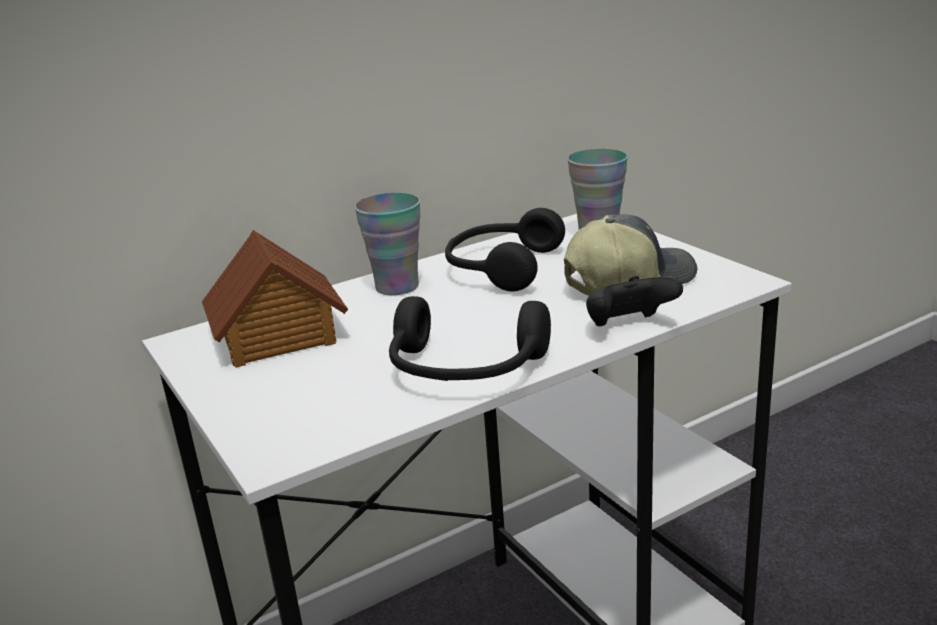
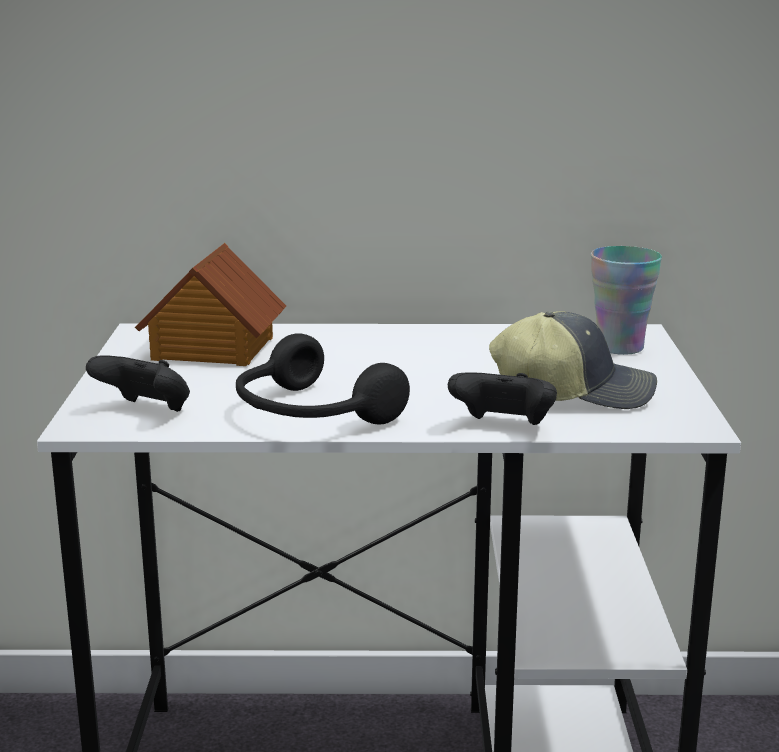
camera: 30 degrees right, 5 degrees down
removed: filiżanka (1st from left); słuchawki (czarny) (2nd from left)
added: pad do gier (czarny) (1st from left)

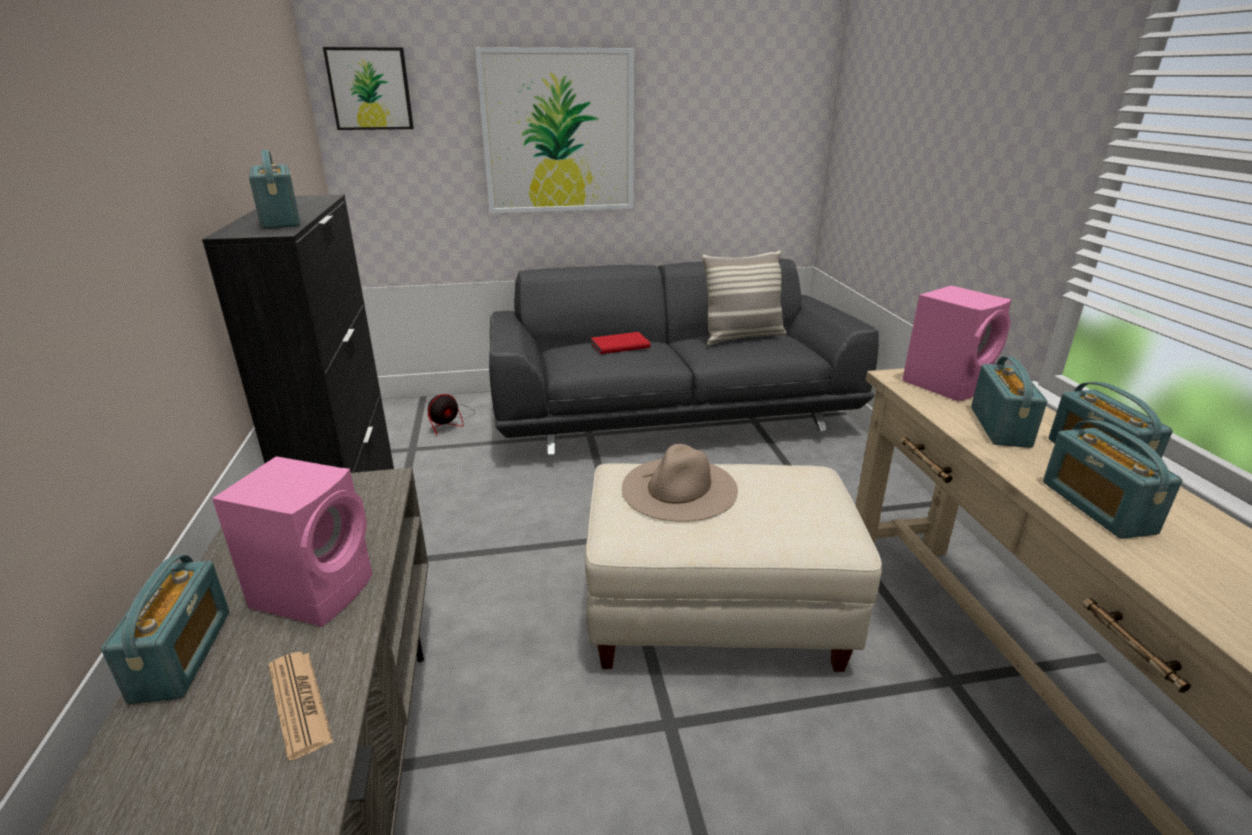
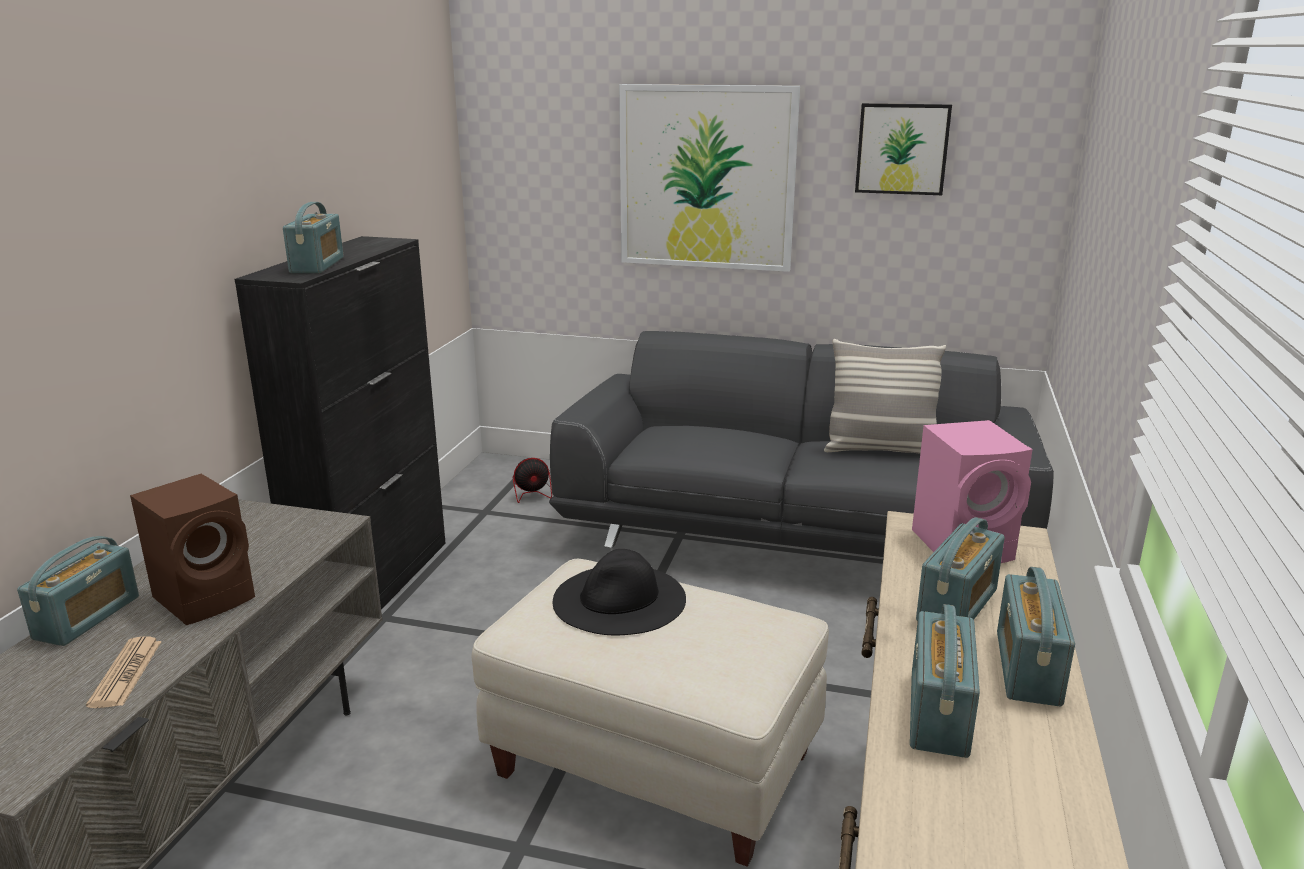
camera: 25 degrees right, 5 degrees down
removed: książka (czerwony)
moved: obraz (1st from left in the first image) to obraz (2nd from left)
recoloured: głośnik (różowy) (1st from left) to głośnik (brązowy); kapelusz (beżowy) to kapelusz (czarny)

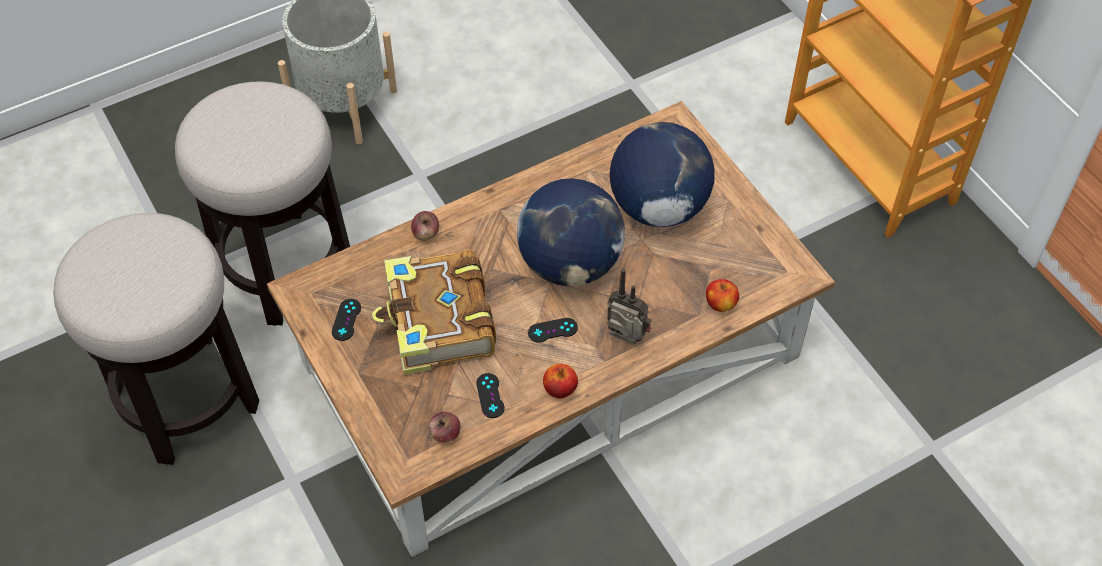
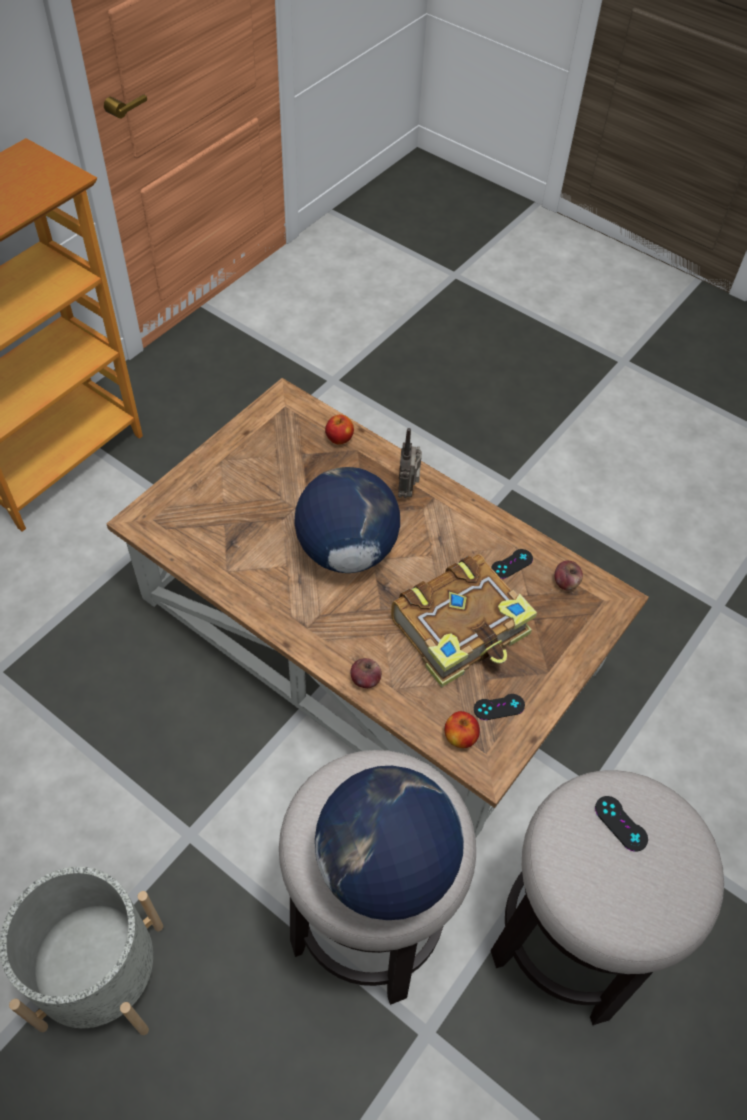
camera: 115 degrees left, 0 degrees up
moved: globus (2nd from left); jabłko (3rd from left); pad do gier (czarny) (3rd from left)

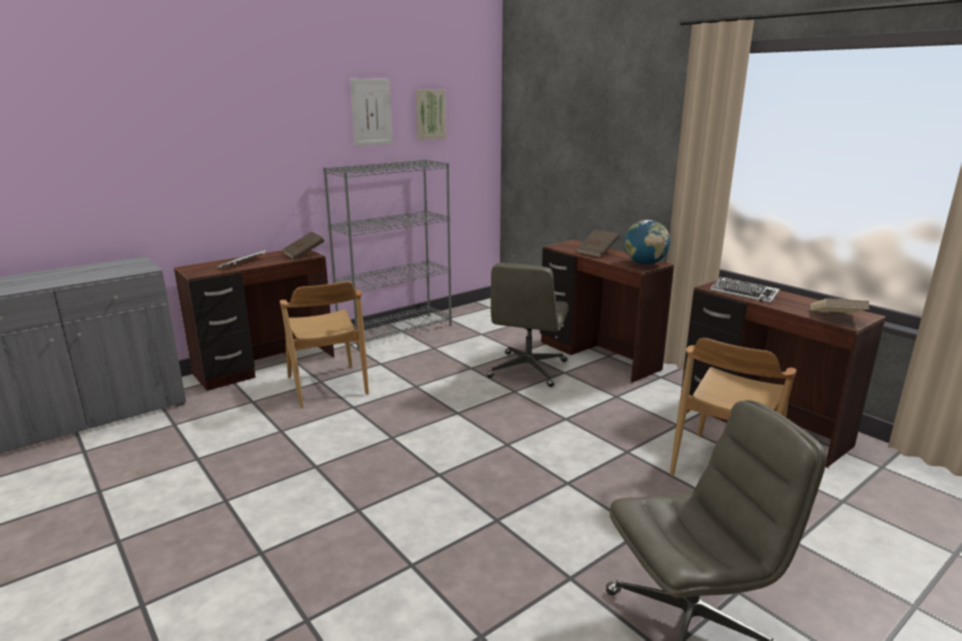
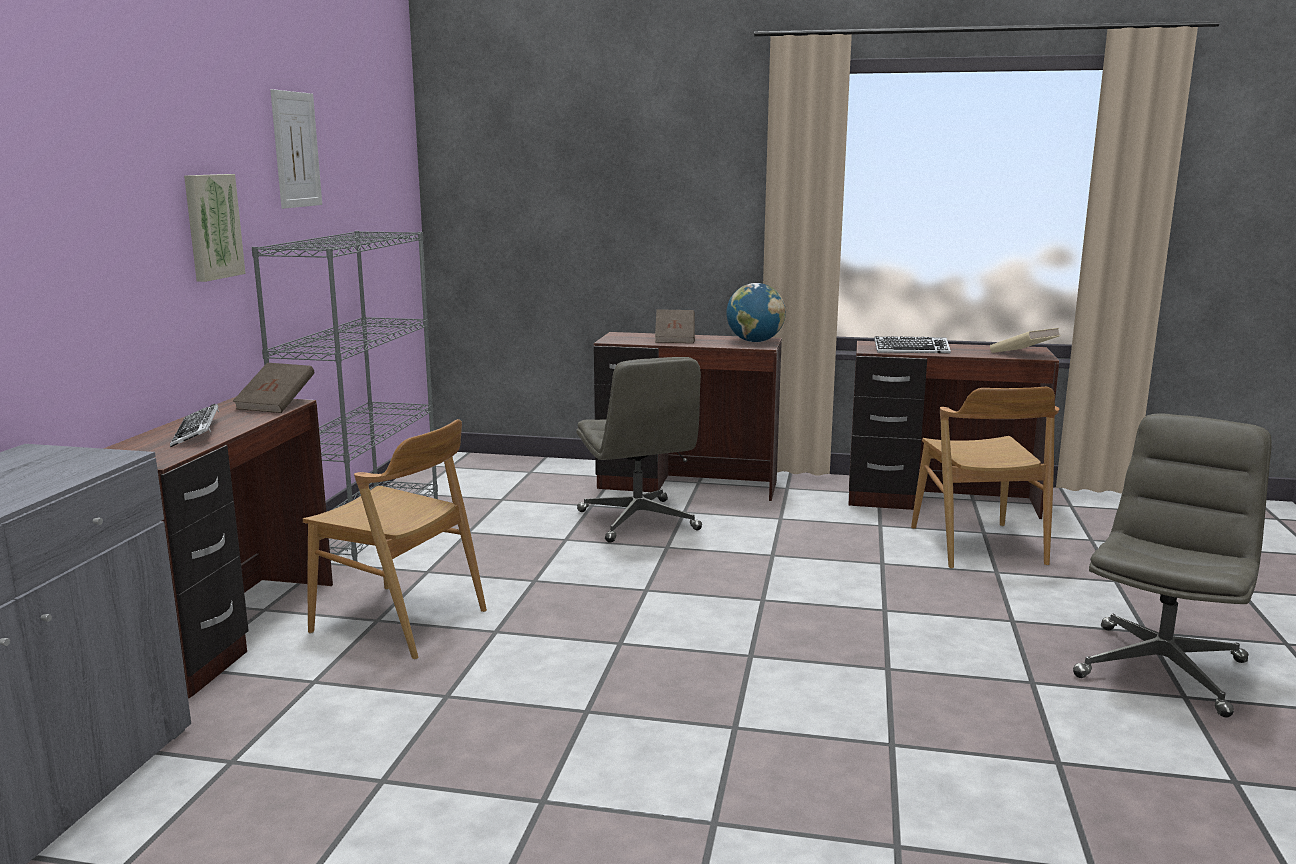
camera: 40 degrees left, 5 degrees down
moved: obraz (2nd from left in the first image) to obraz (1st from left)

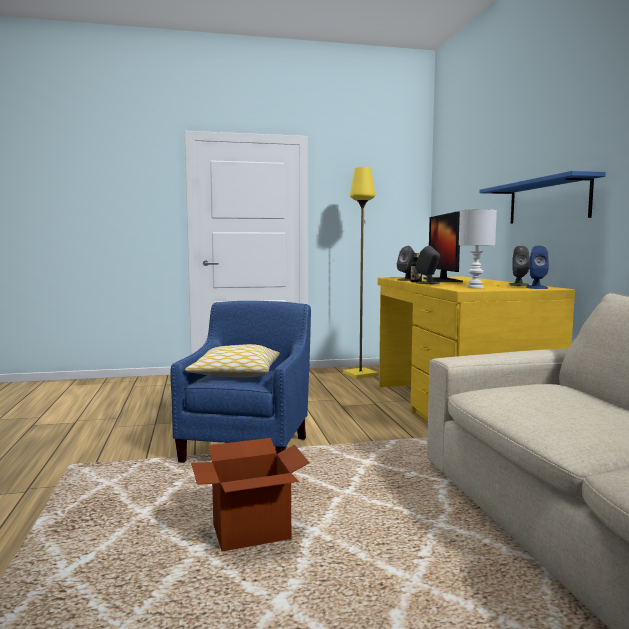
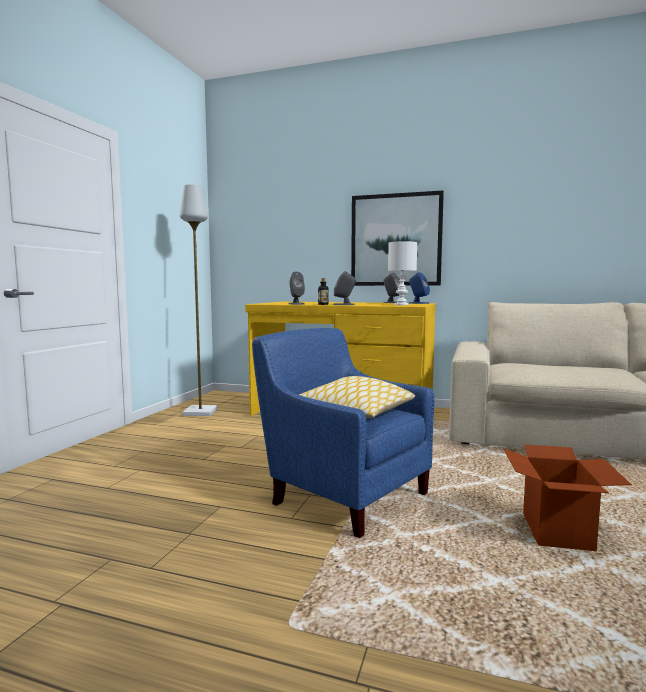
camera: 60 degrees left, 0 degrees up
removed: monitor
replaced: półka (niebieski) to obraz
recoloured: lampa stojąca (żółty) to lampa stojąca (szary)

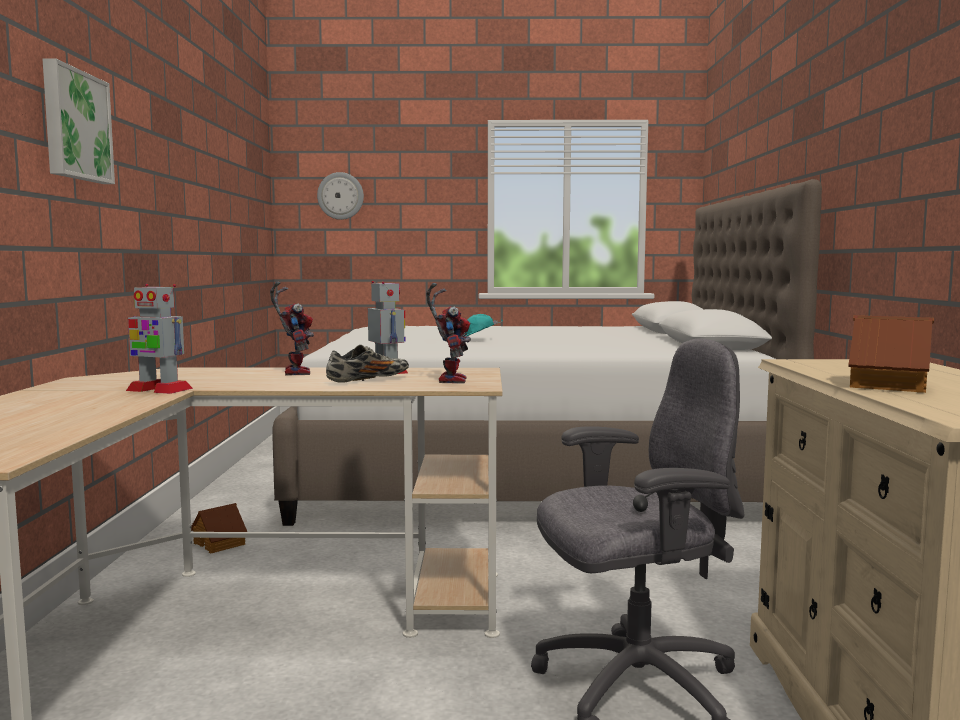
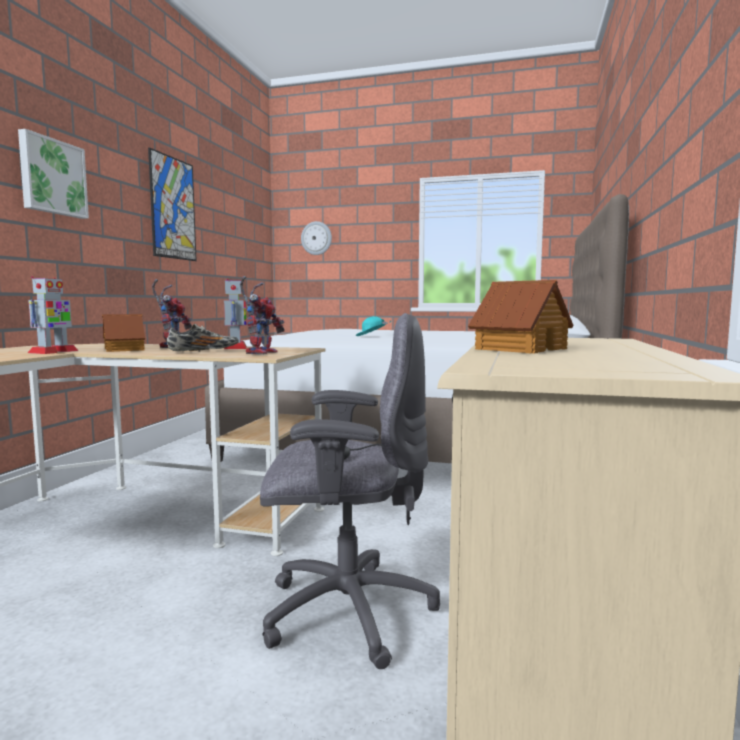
camera: 15 degrees right, 0 degrees up
added: obraz (2nd from left)
moved: domek (1st from left)
turned: robot zabawkowy (1st from left) 105 degrees counterclockwise

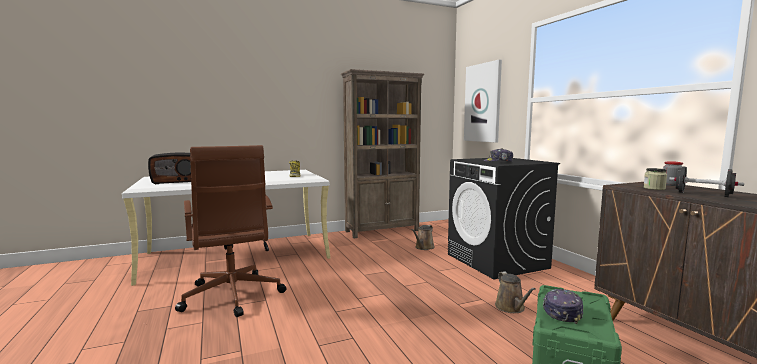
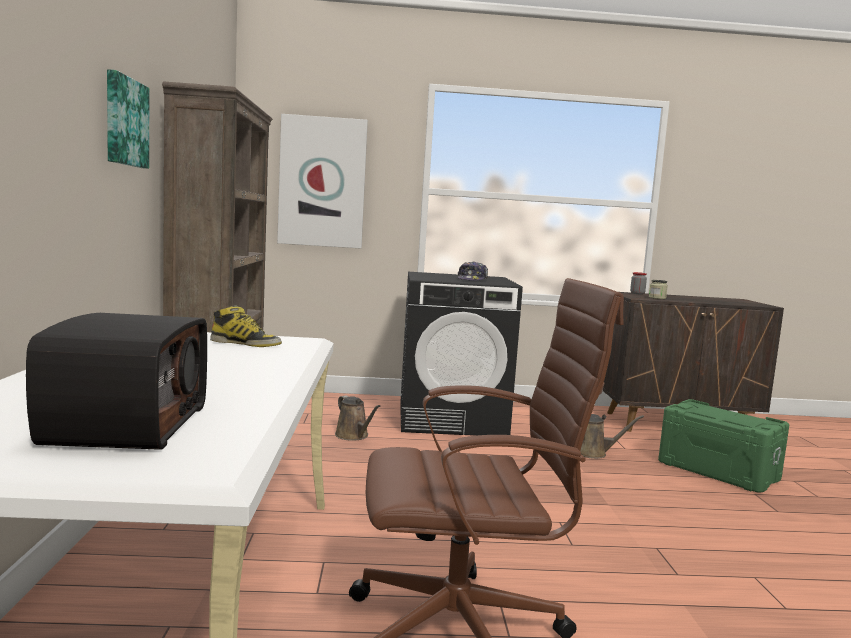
camera: 70 degrees left, 0 degrees up
removed: czapka z daszkiem (2nd from left); hantel (czarny)
added: obraz (1st from left)

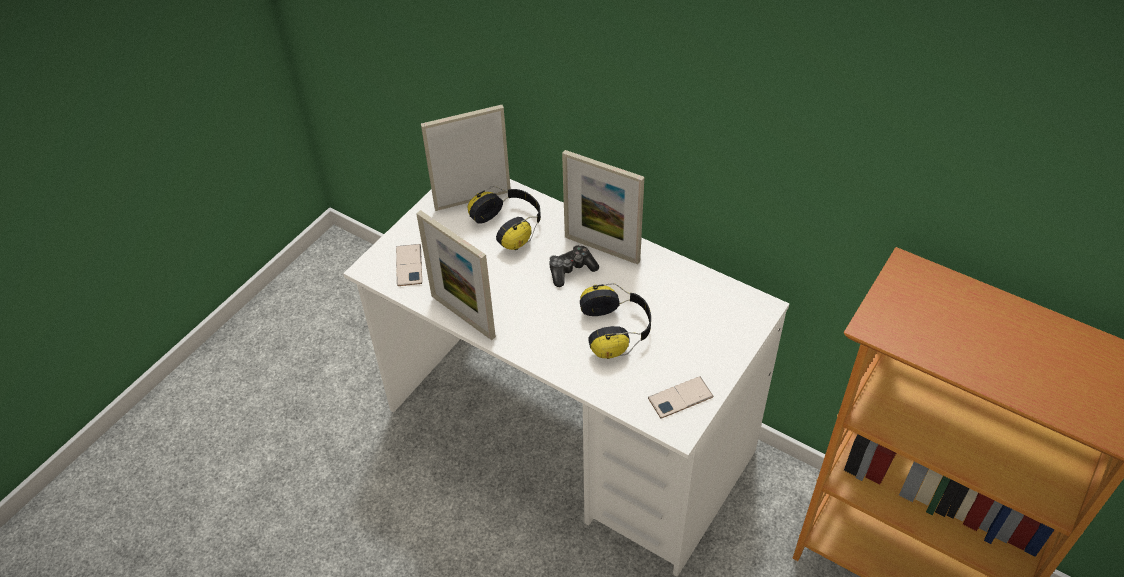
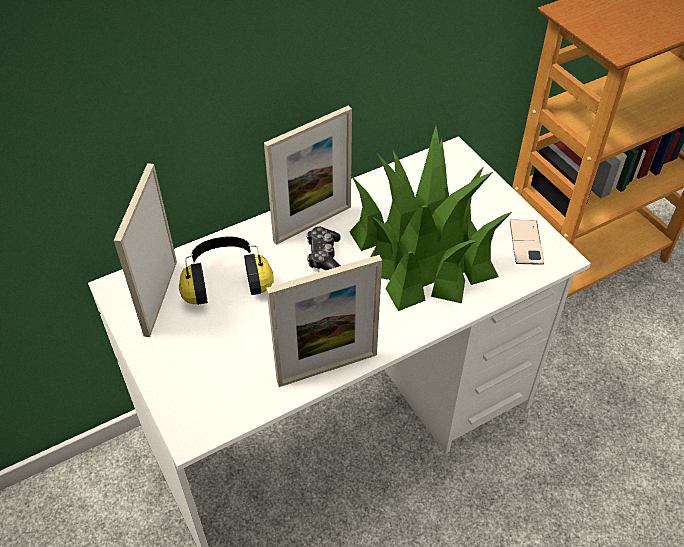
camera: 65 degrees left, 0 degrees up
removed: telefon (1st from left)
replaced: słuchawki (2nd from left) to roślina doniczkowa

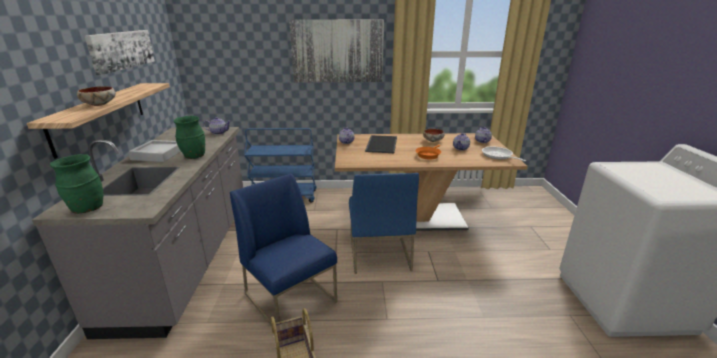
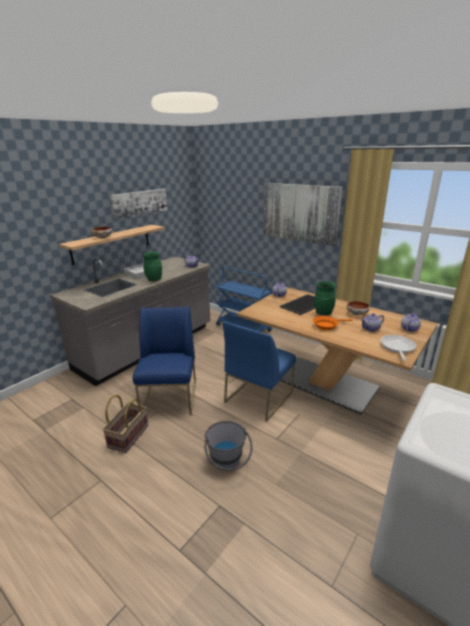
camera: 40 degrees right, 0 degrees up
added: wiadro (szary)
moved: wazon (zielony) (1st from left in the first image) to wazon (zielony) (2nd from left)

